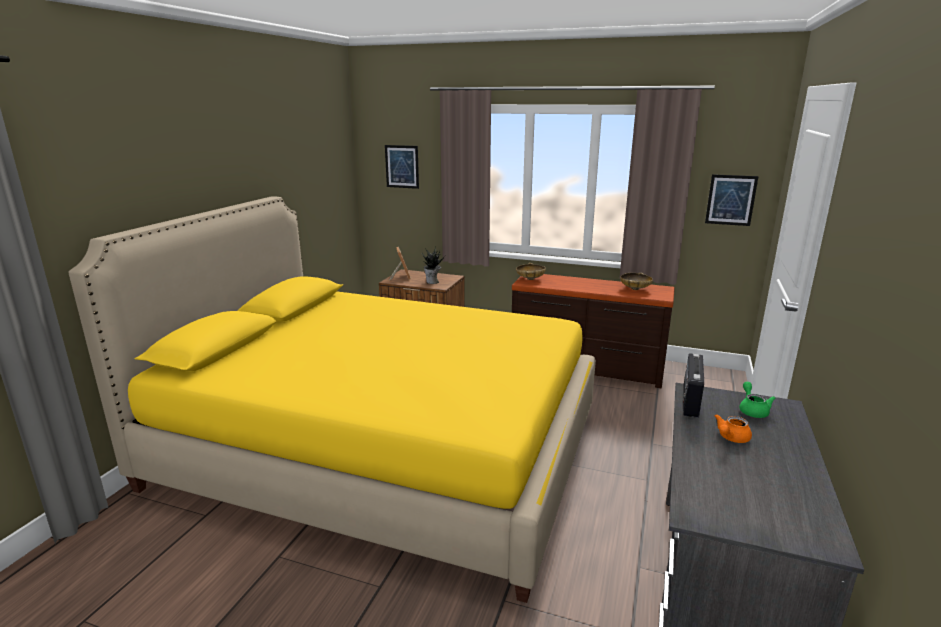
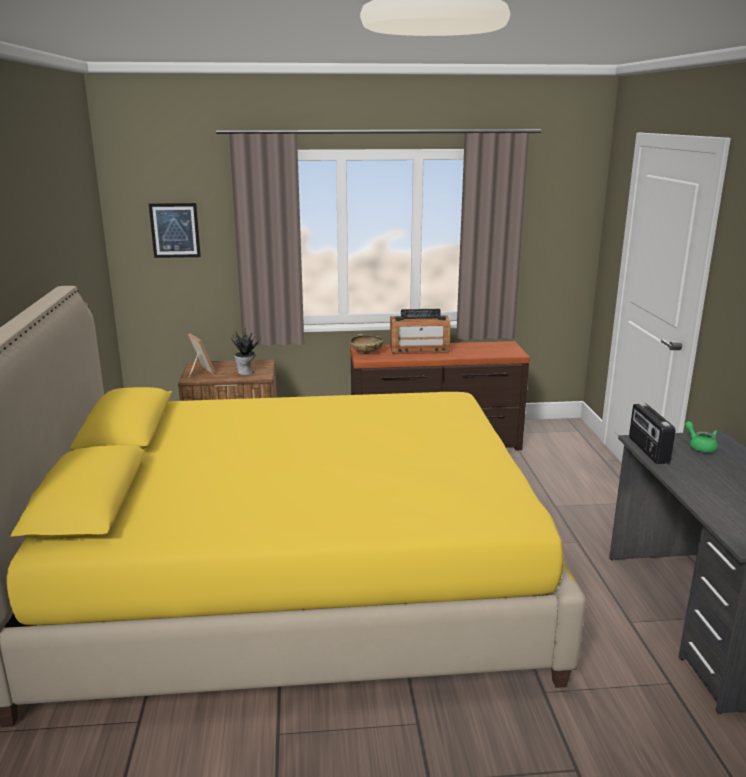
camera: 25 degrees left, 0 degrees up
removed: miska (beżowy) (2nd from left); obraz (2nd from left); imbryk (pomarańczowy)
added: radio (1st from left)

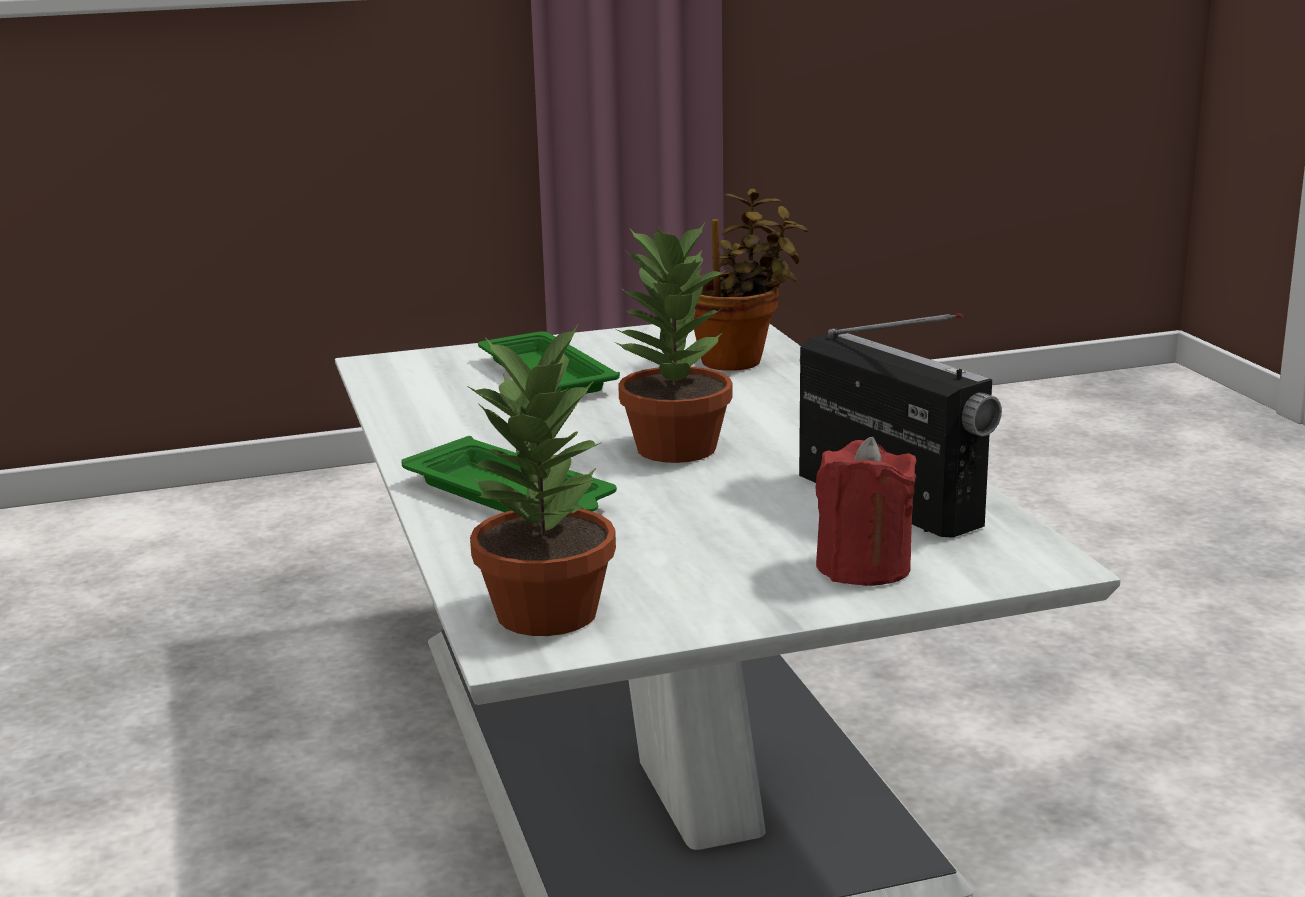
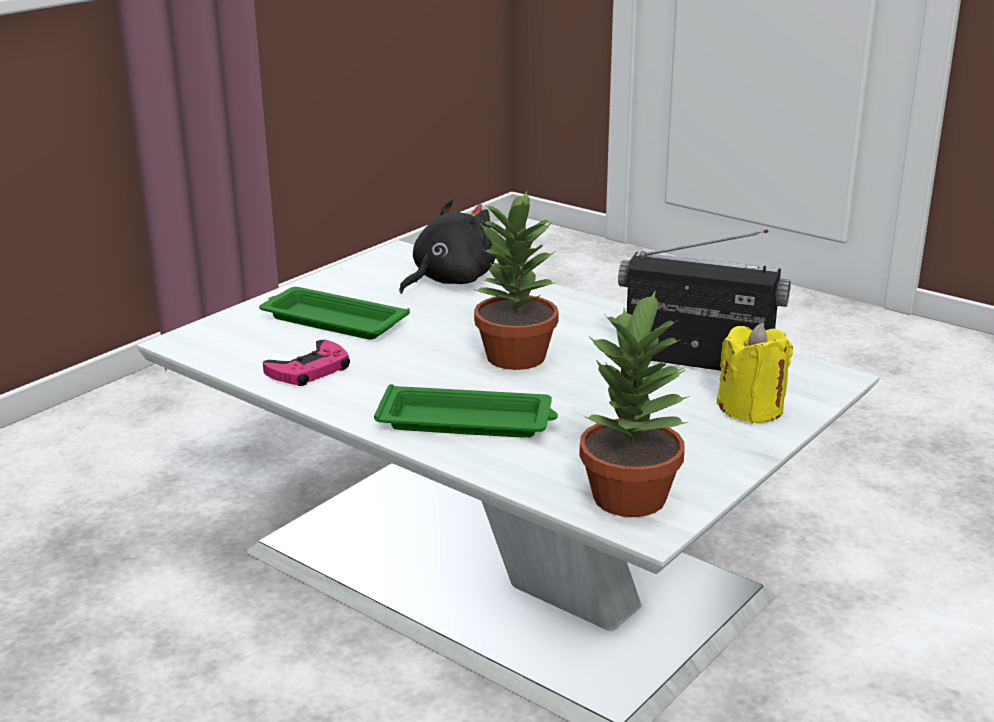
camera: 35 degrees left, 5 degrees up
added: pad do gier (różowy)
replaced: roślina doniczkowa (3rd from left) to pluszak (czarny)
recoloured: świeca (czerwony) to świeca (żółty)

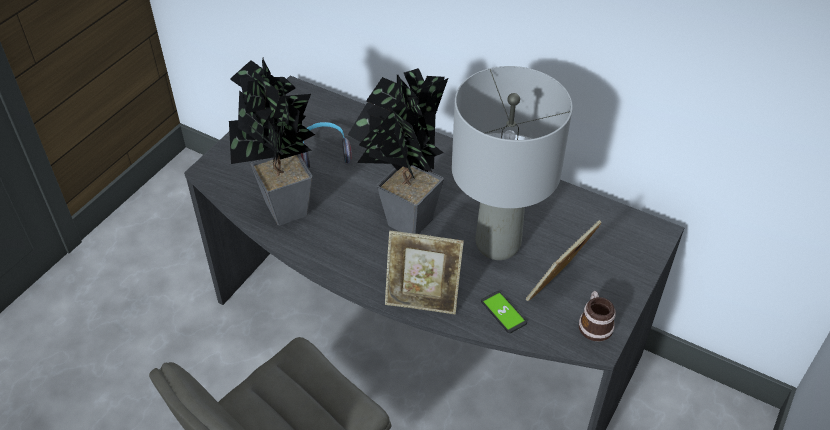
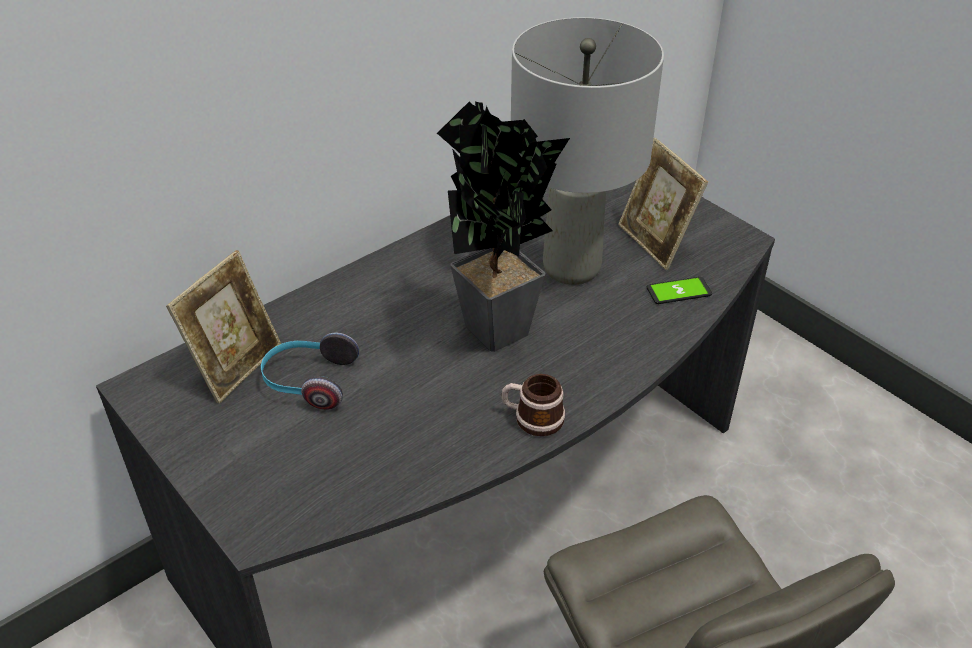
camera: 70 degrees left, 5 degrees down
removed: roślina doniczkowa (1st from left)
moved: ramka na zdjęcie (1st from left); kubek

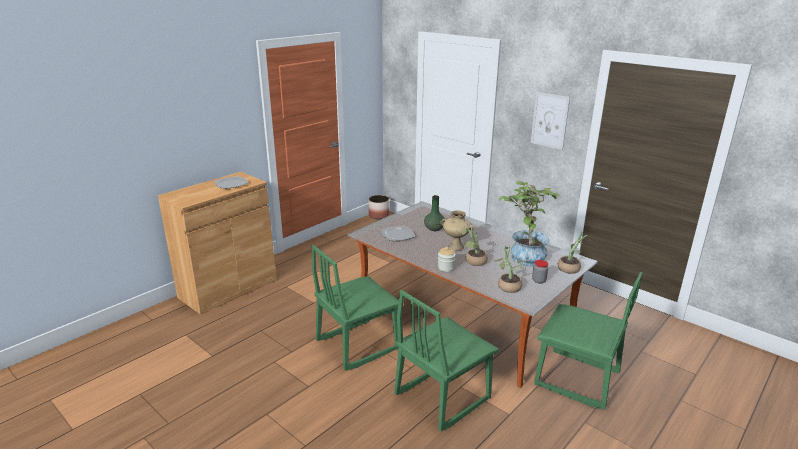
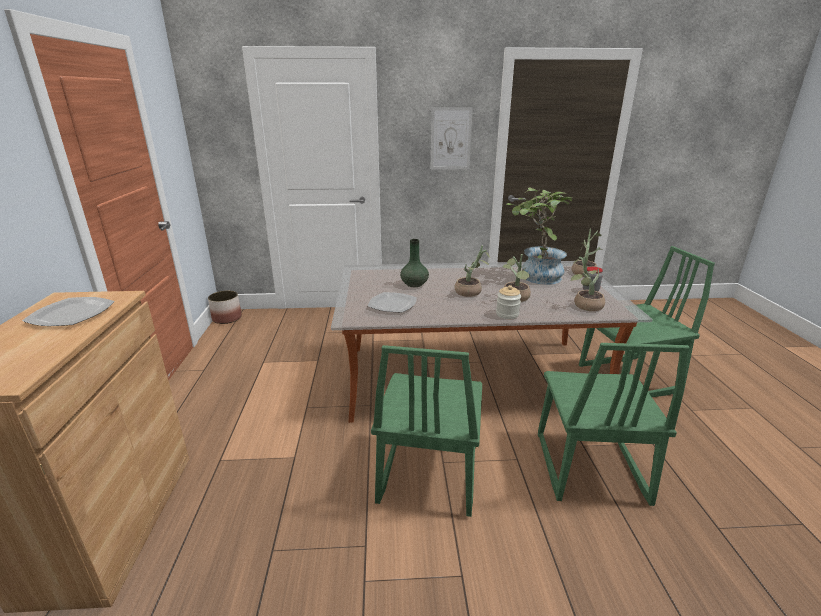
camera: 45 degrees left, 0 degrees up
replaced: wazon (beżowy) to roślina doniczkowa (1st from left)

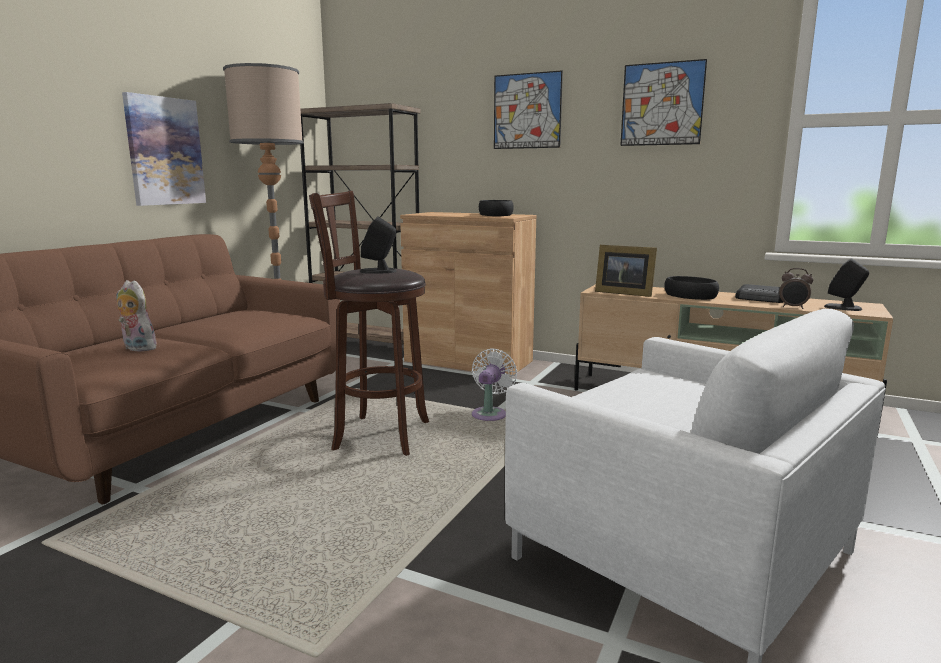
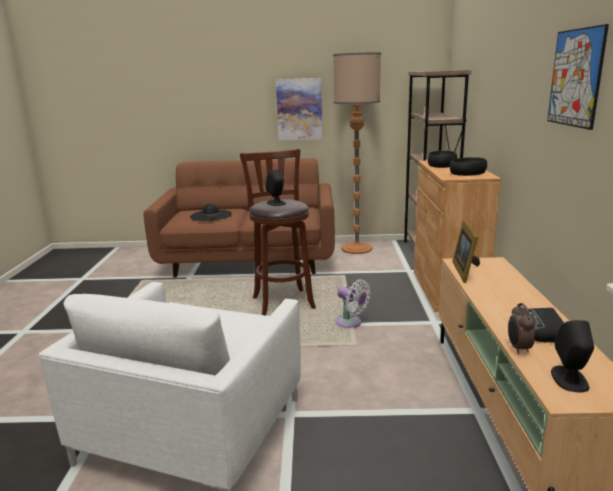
camera: 65 degrees right, 5 degrees up
removed: obraz (2nd from left)
moved: miska (czarny) (2nd from left in the first image) to miska (czarny) (1st from left)
replaced: pluszak to kapelusz (czarny)
turned: wentylator (biały) 45 degrees clockwise

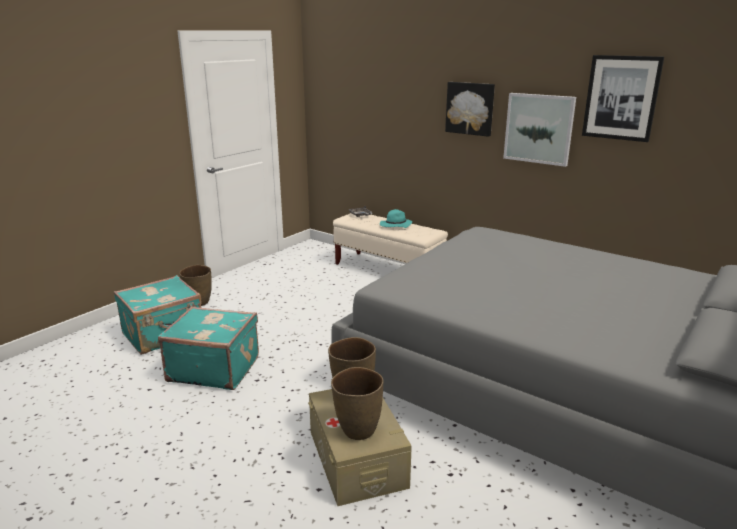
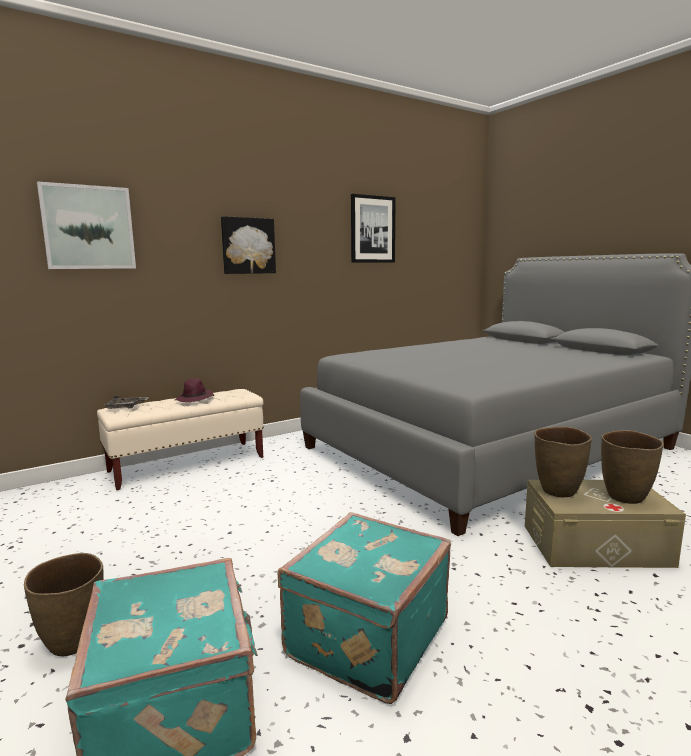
camera: 70 degrees left, 10 degrees down
moved: obraz (2nd from left in the first image) to obraz (1st from left)
recoloured: kapelusz (turkusowy) to kapelusz (fioletowy)

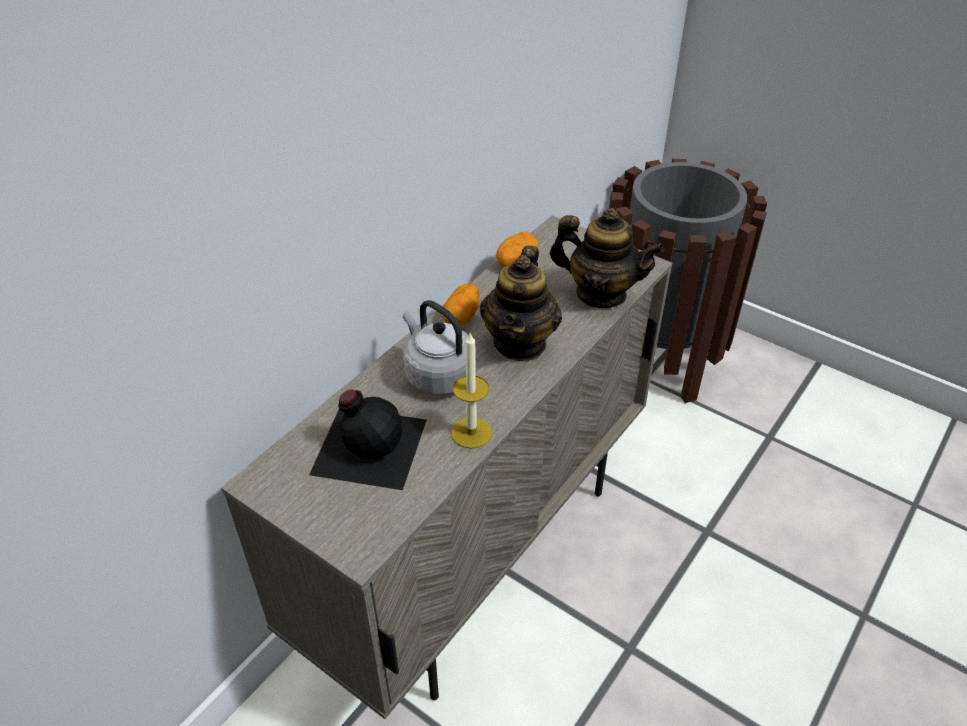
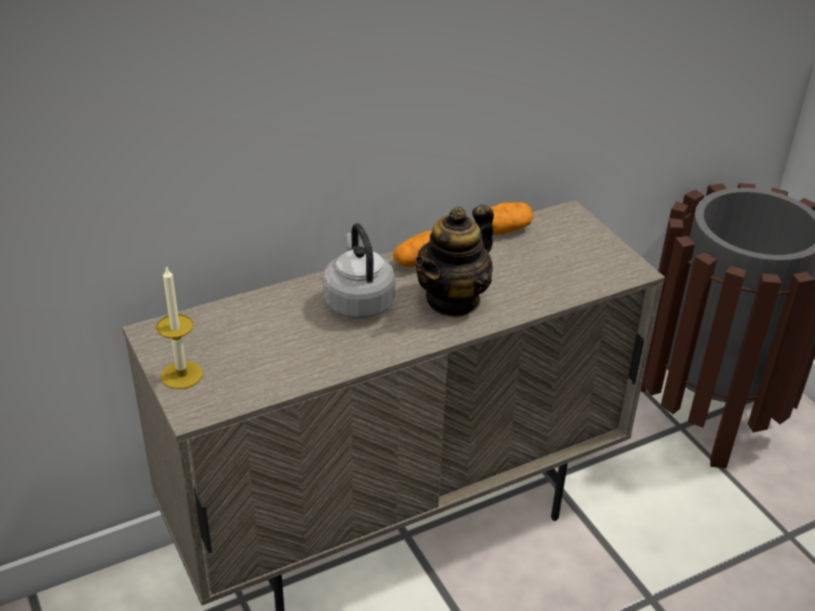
camera: 25 degrees right, 5 degrees down
removed: butelka (czarny); imbryk (2nd from left)
moved: świeca

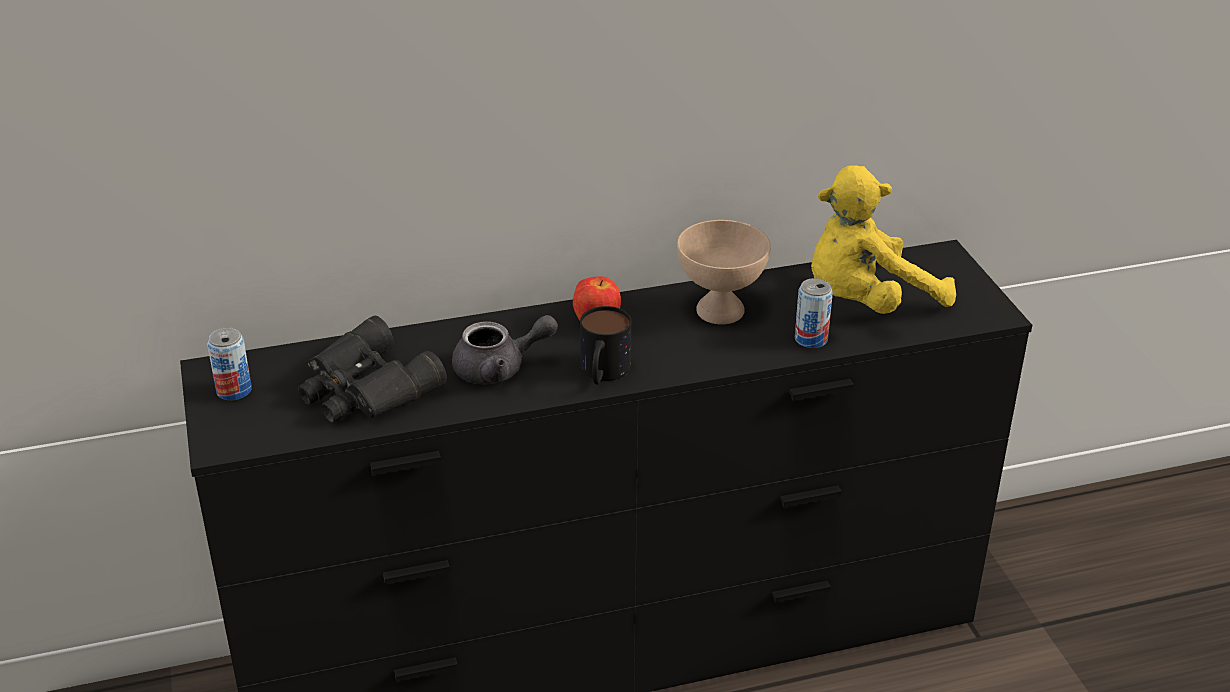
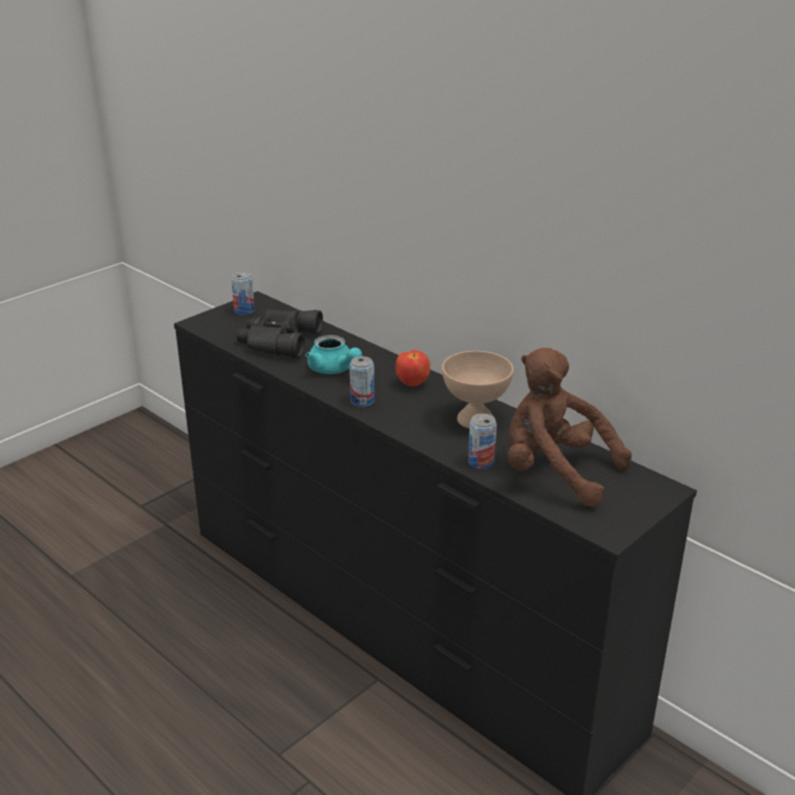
camera: 60 degrees right, 5 degrees down
replaced: kubek to puszka (2nd from left)
recoloured: imbryk (szary) to imbryk (turkusowy); pluszak (żółty) to pluszak (brązowy)

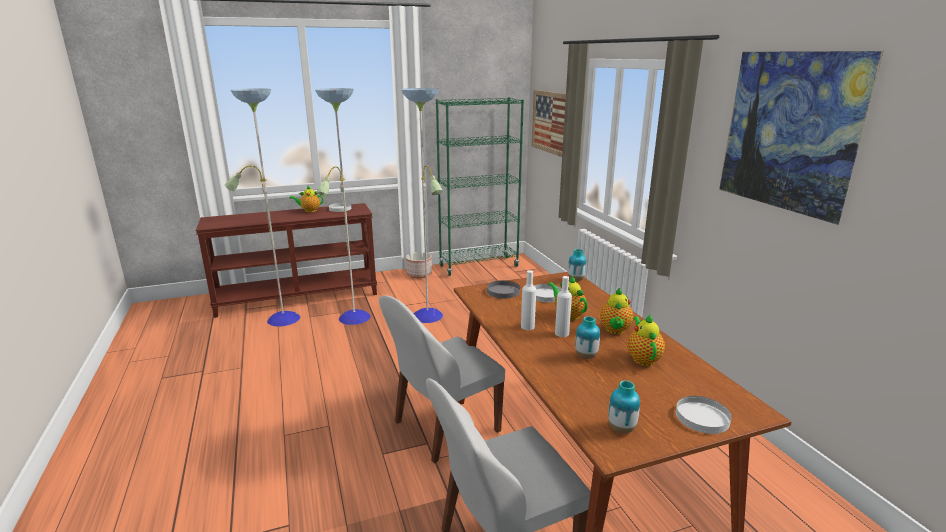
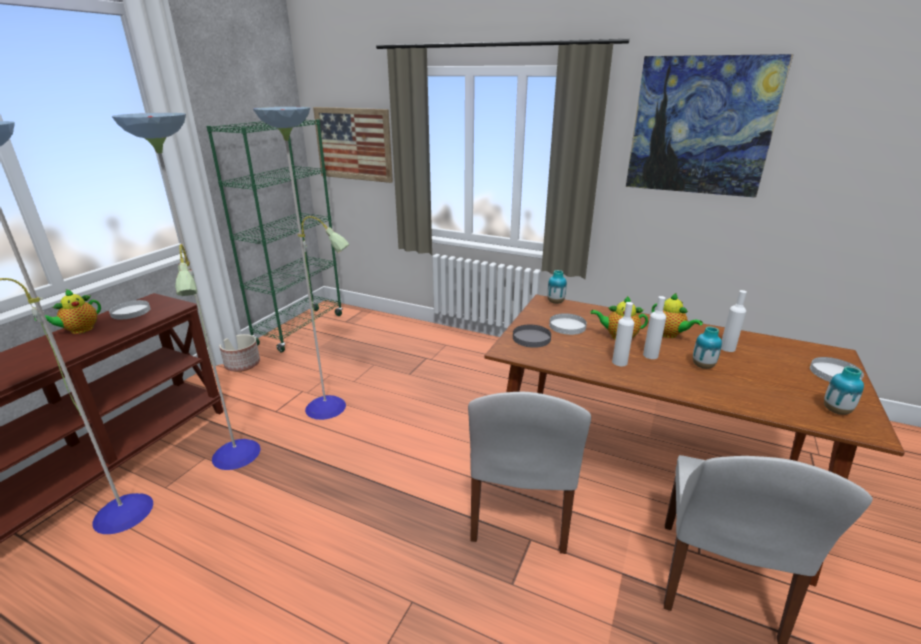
camera: 45 degrees left, 5 degrees up
replaced: imbryk (4th from left) to butelka (biały) (3rd from left)

